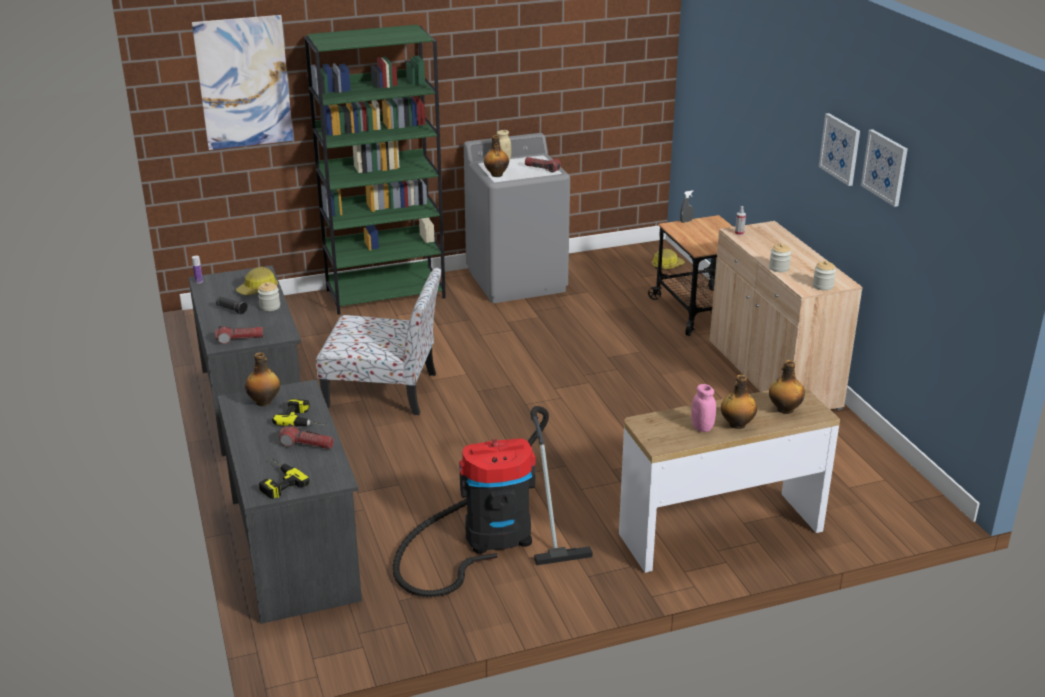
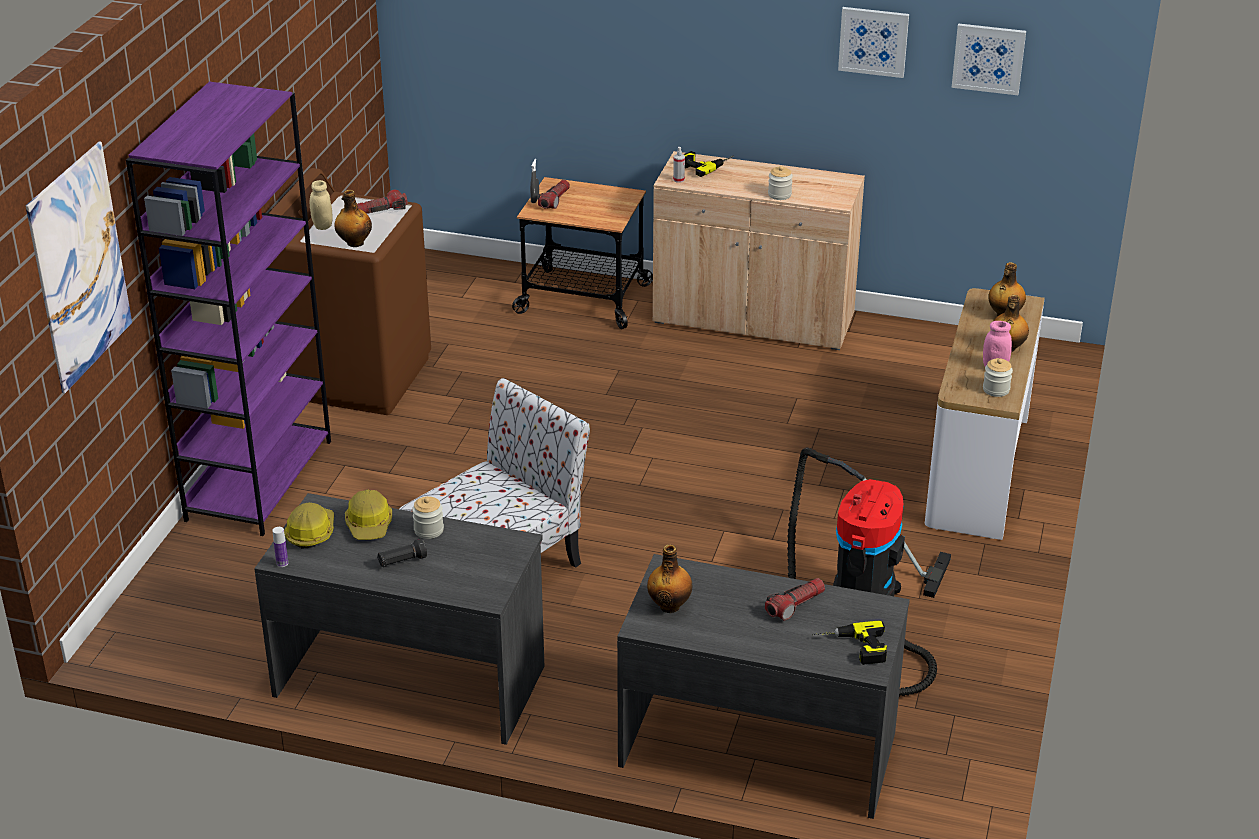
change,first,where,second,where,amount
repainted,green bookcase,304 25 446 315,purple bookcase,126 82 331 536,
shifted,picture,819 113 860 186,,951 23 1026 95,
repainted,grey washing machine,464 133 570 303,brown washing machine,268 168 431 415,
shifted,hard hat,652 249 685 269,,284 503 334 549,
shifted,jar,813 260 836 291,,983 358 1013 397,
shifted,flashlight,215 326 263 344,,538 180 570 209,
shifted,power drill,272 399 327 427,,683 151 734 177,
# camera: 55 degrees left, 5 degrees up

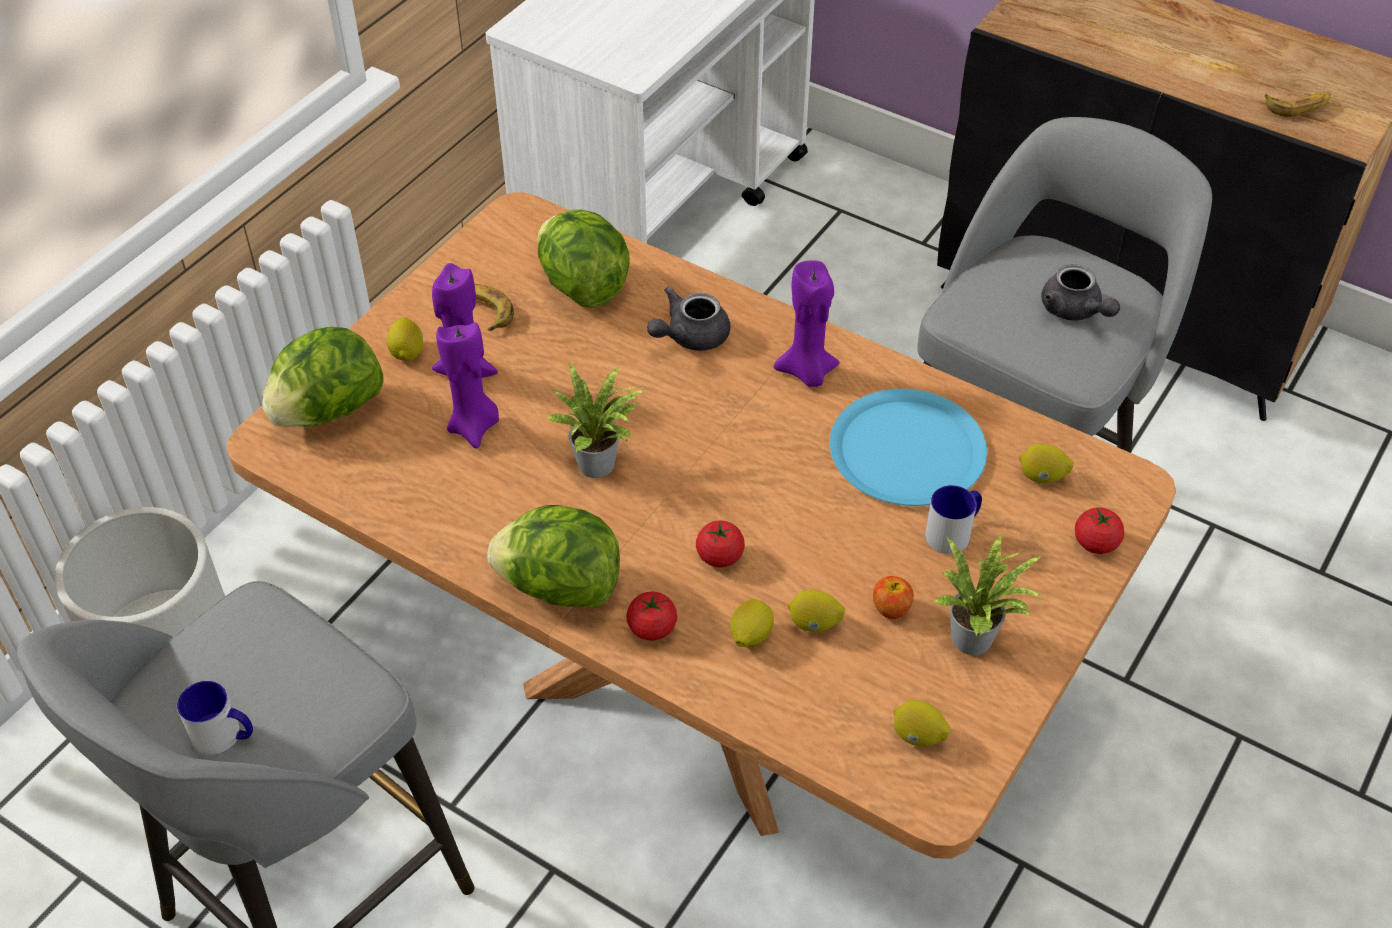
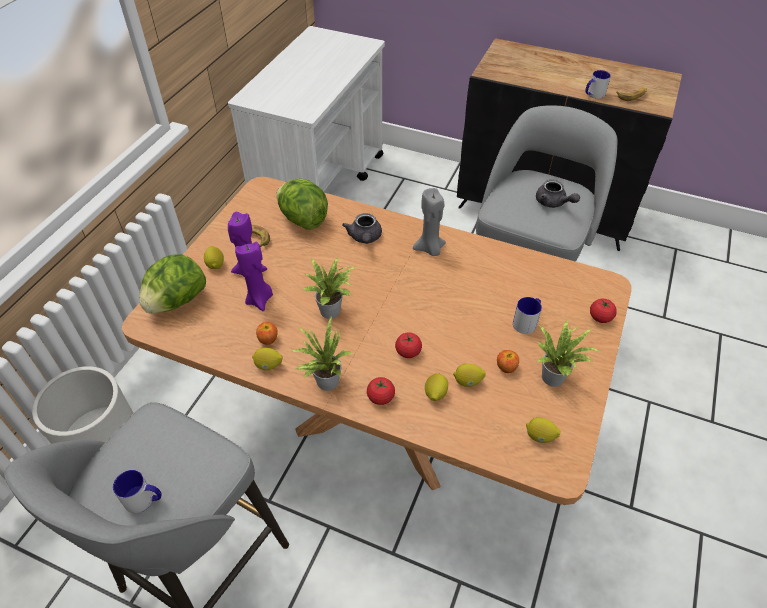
change,first,where,second,where,amount
repainted,purple candle,774 261 840 387,grey candle,413 188 446 256,
rotated,grey teapot,647 287 730 351,,342 213 382 244,45 degrees counterclockwise
gone,blue plate,830 389 987 506,,,
shifted,lemon,1019 444 1074 483,,252 348 283 370,
swapped,lettuce,487 505 620 608,potted plant,290 315 352 391,
new,,,mug,585 70 611 99,
new,,,apple,256 322 278 345,
# camera: 10 degrees left, 0 degrees up

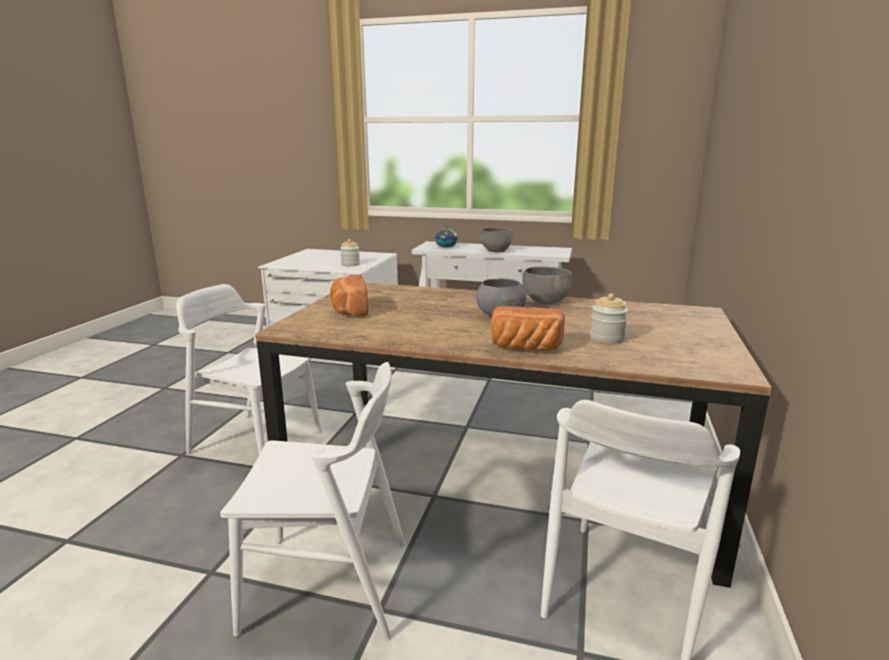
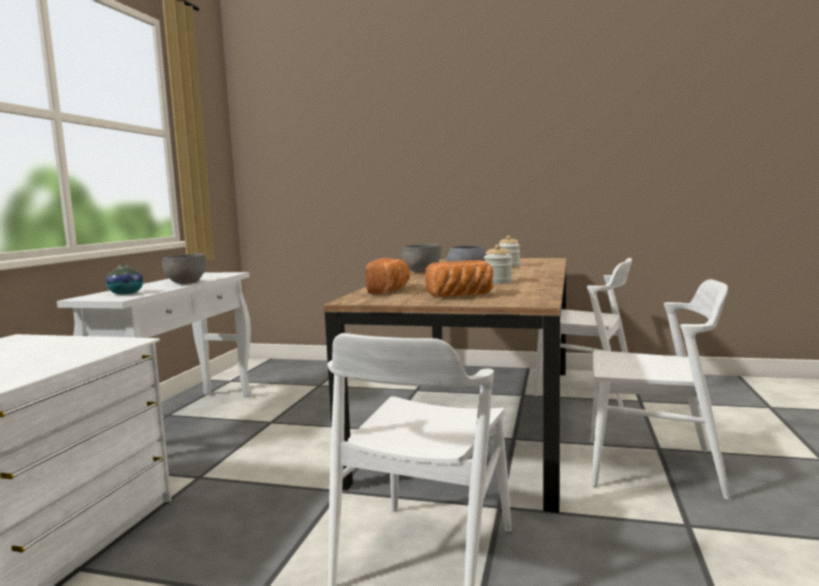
change,first,where,second,where,amount
shifted,jar,340 239 360 266,,484 244 512 284,
shifted,bread,491 306 565 351,,365 258 410 294,
rotated,white chair,220 362 405 640,,591 279 730 500,105 degrees clockwise
# camera: 90 degrees left, 10 degrees down

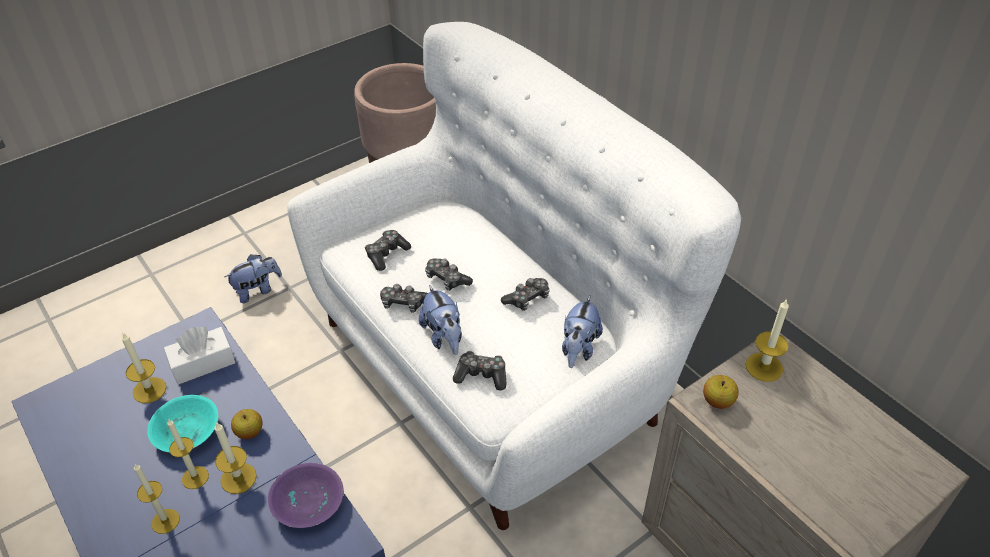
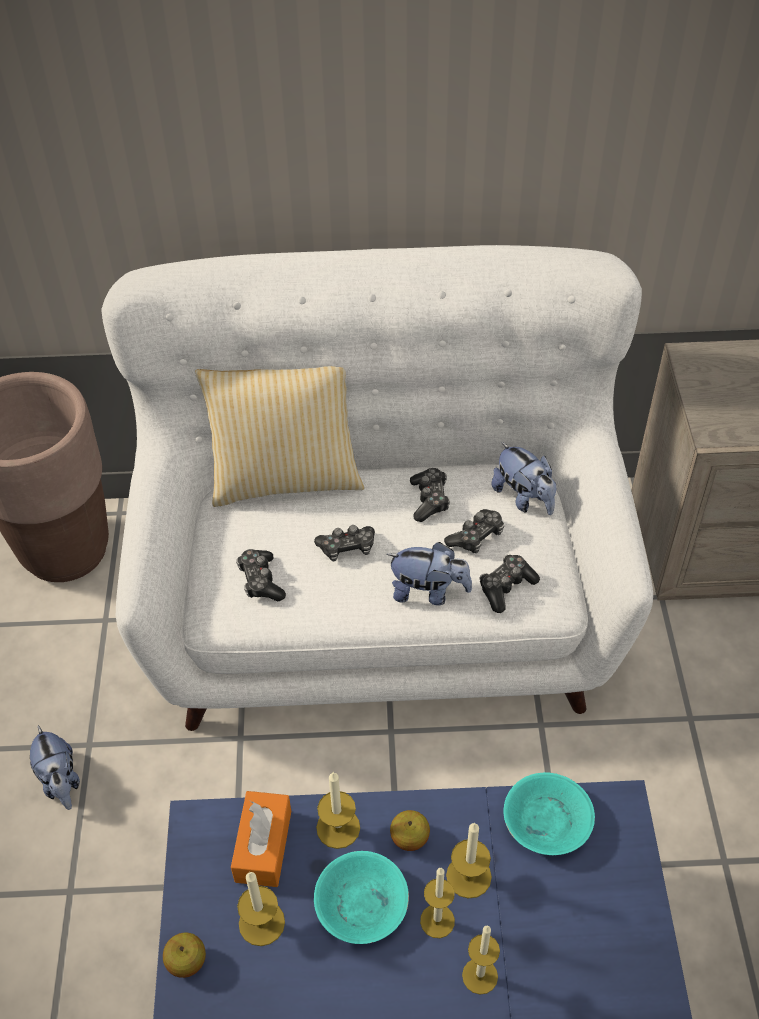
change,first,where,second,where,amount
rotated,plush toy,225 254 282 303,,30 725 80 810,150 degrees clockwise
shifted,game controller,380 284 428 313,,444 509 504 553,
shifted,candle,745 298 789 382,,316 772 360 849,
repainted,white tissue box,164 326 236 385,orange tissue box,231 791 291 887,
shifted,apple,703 375 738 409,,163 932 206 978,
repainted,purple bowl,268 463 344 528,turquoise bowl,504 772 595 855,
new,,,pillow,195 366 364 507,
# camera: 55 degrees left, 5 degrees up

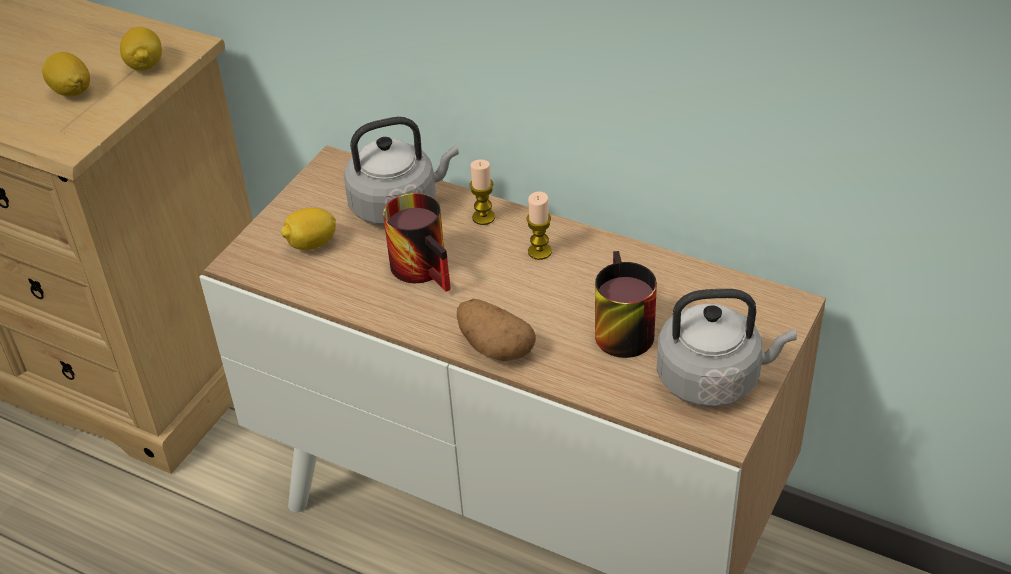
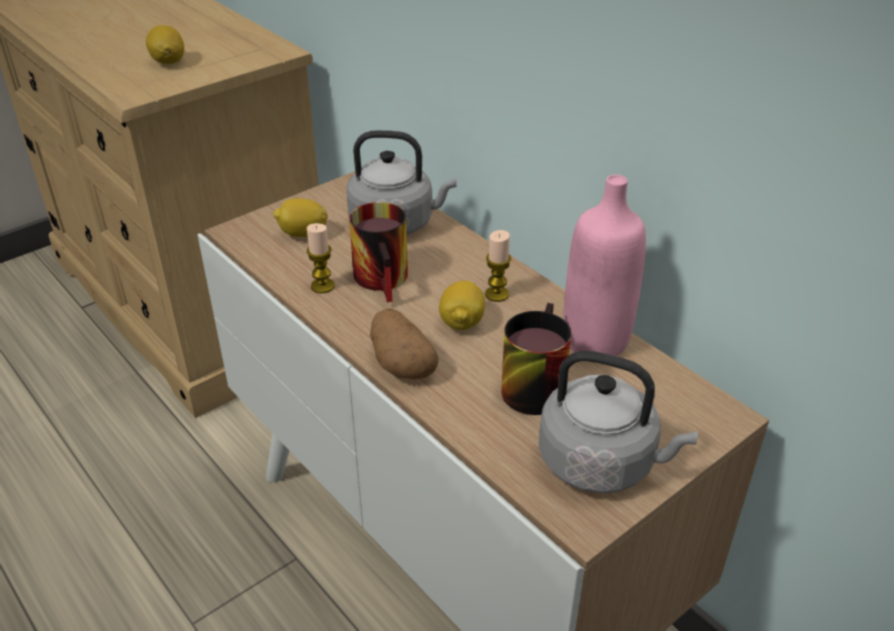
change,first,where,second,where,amount
shifted,lemon,120 27 162 70,,439 281 485 330,
shifted,candle,469 159 495 225,,307 223 335 293,
new,,,pink bottle,563 174 646 356,
# camera: 20 degrees right, 5 degrees down

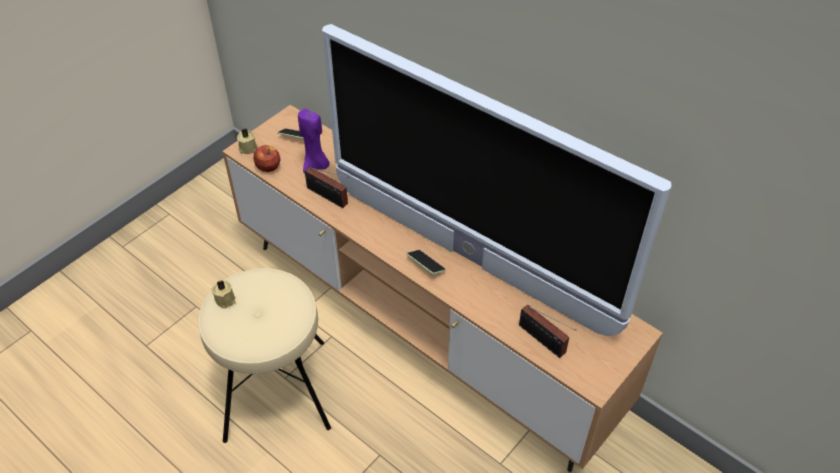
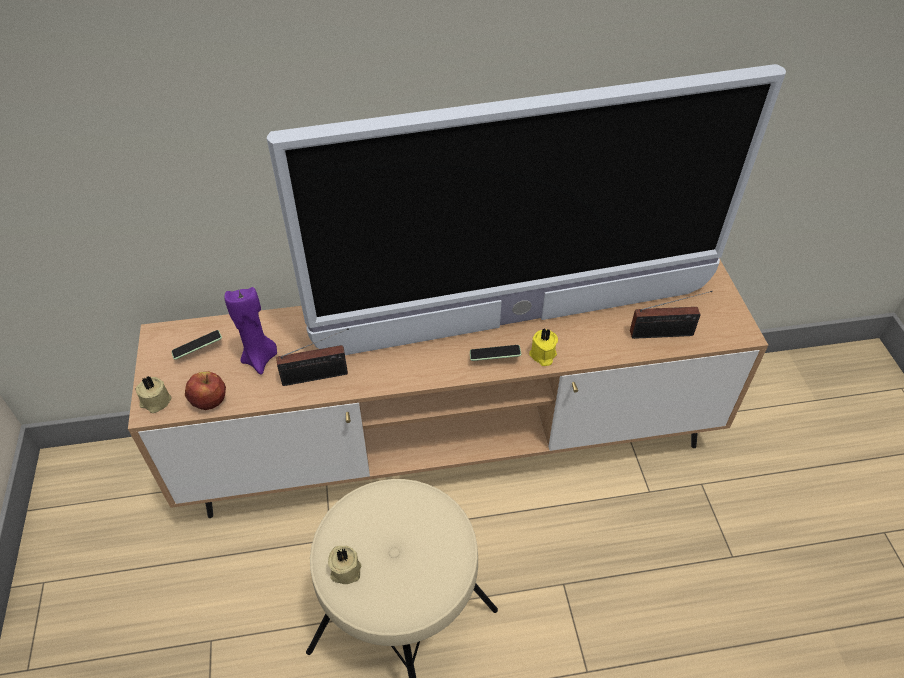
change,first,where,second,where,amount
new,,,yellow candle,529 328 558 366,
# camera: 50 degrees left, 0 degrees up

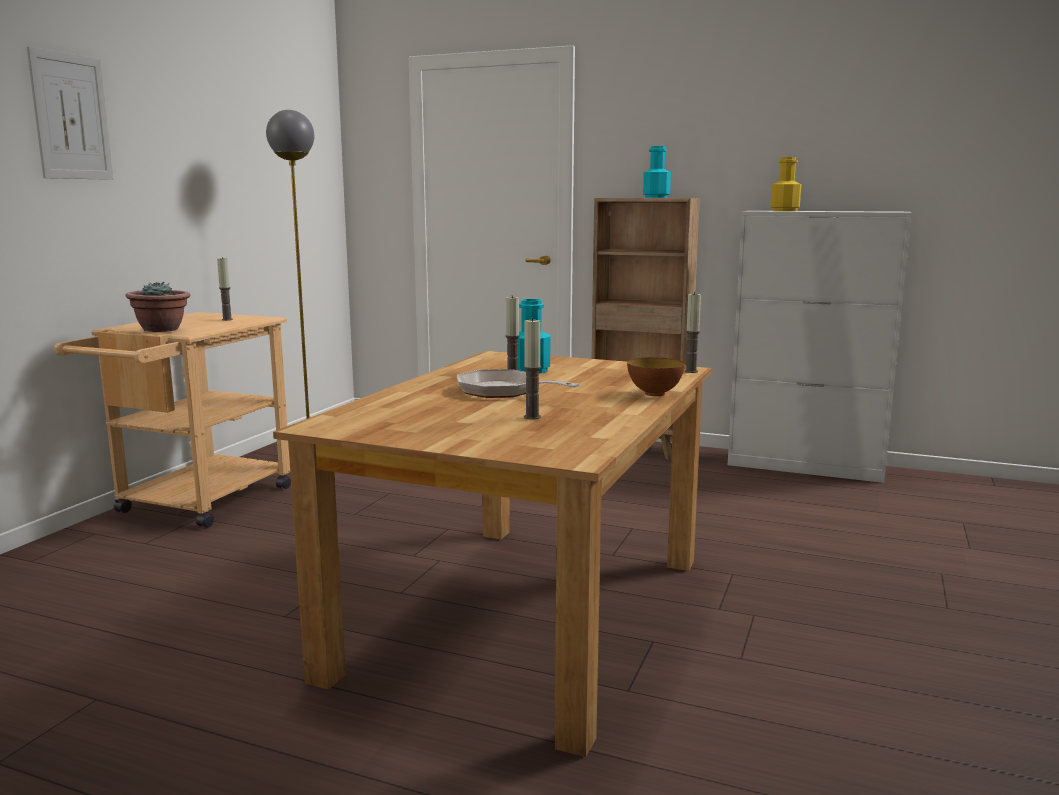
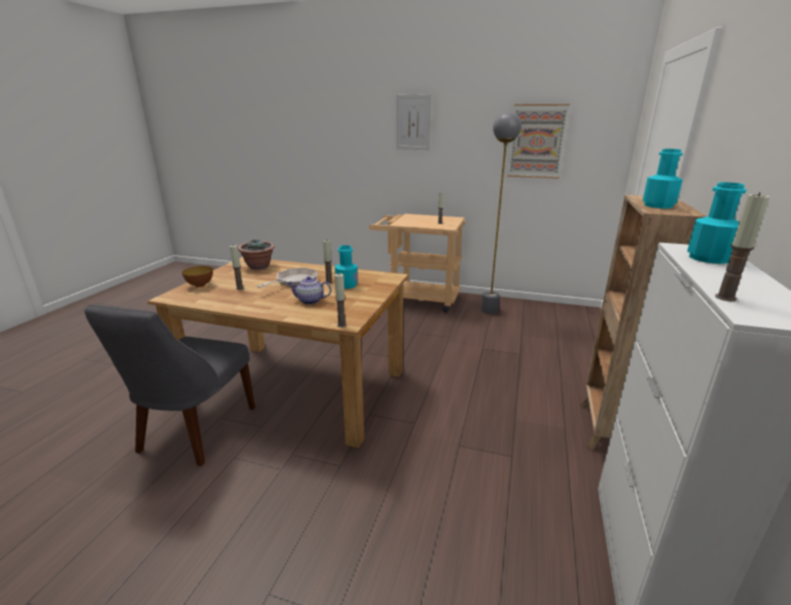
change,first,where,second,where,amount
repainted,yellow bottle,770 157 801 211,turquoise bottle,687 182 747 264,
shifted,potted plant,126 281 190 332,,238 240 275 270,
shifted,bowl,627 357 685 396,,182 266 213 288,
new,,,picture,507 104 570 179,
new,,,candle,715 192 770 301,
new,,,teapot,288 276 332 305,
new,,,grey chair,85 305 255 466,
# camera: 85 degrees right, 10 degrees up

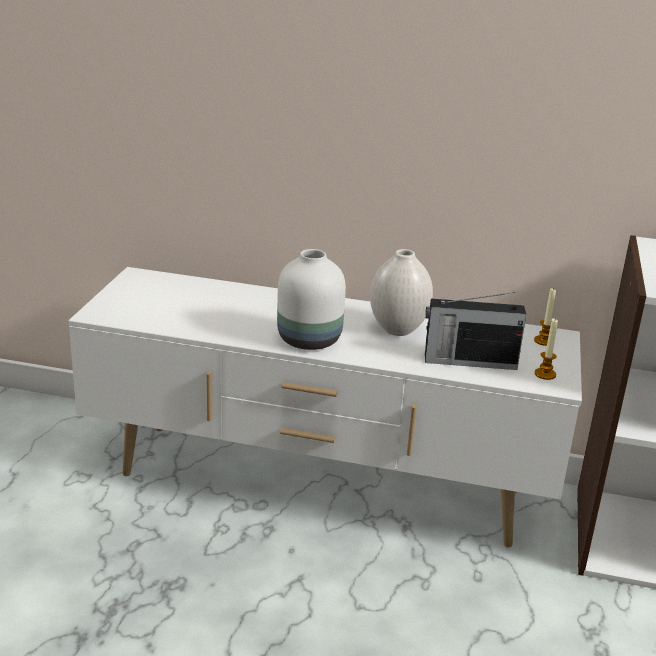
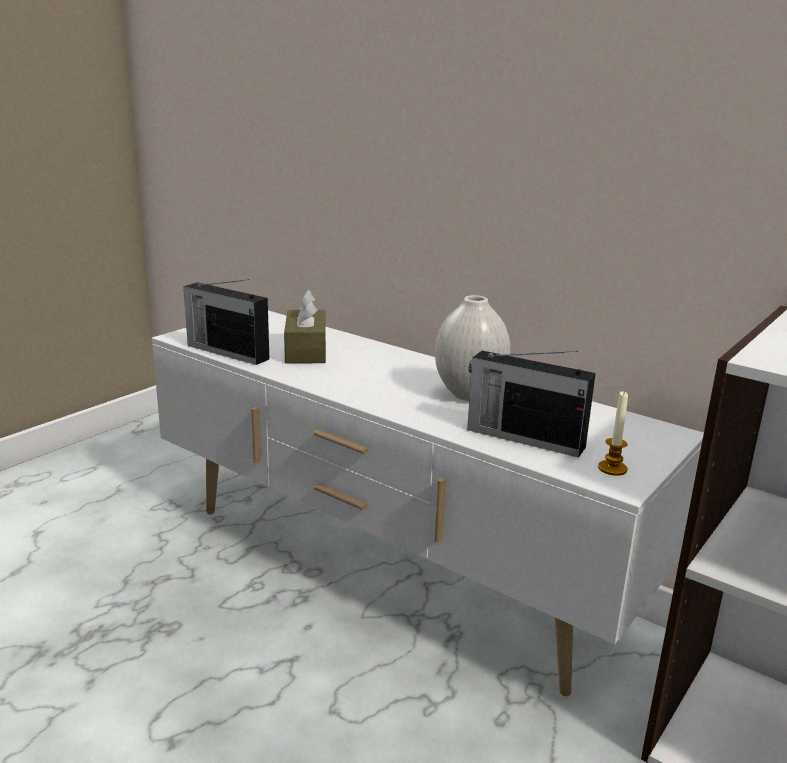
change,first,where,second,where,amount
gone,white vase,277 249 346 350,,,
gone,candle,534 287 556 346,,,
new,,,radio,183 279 269 365,
new,,,brown tissue box,284 290 326 363,
# camera: 25 degrees right, 5 degrees down

